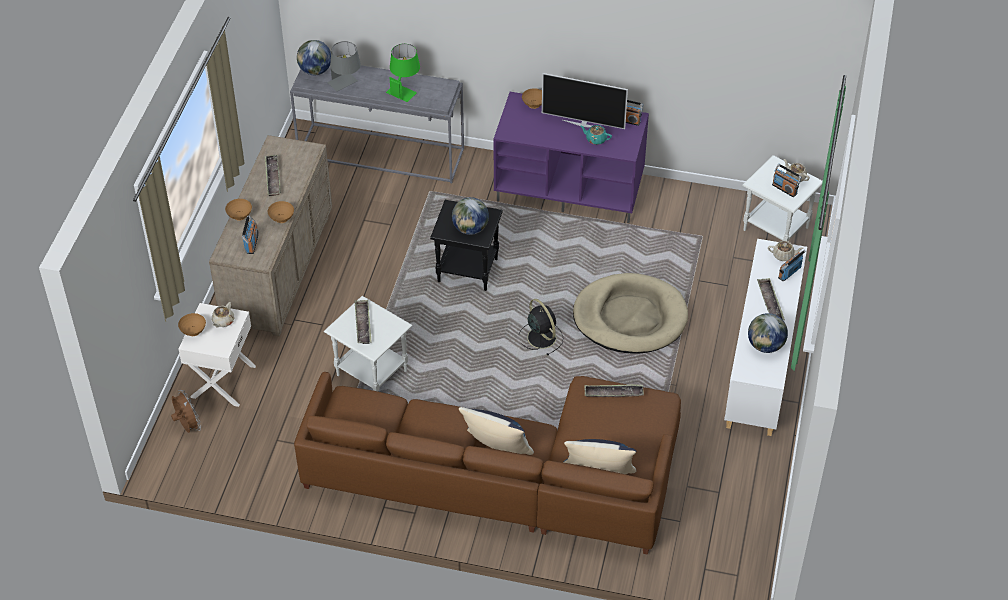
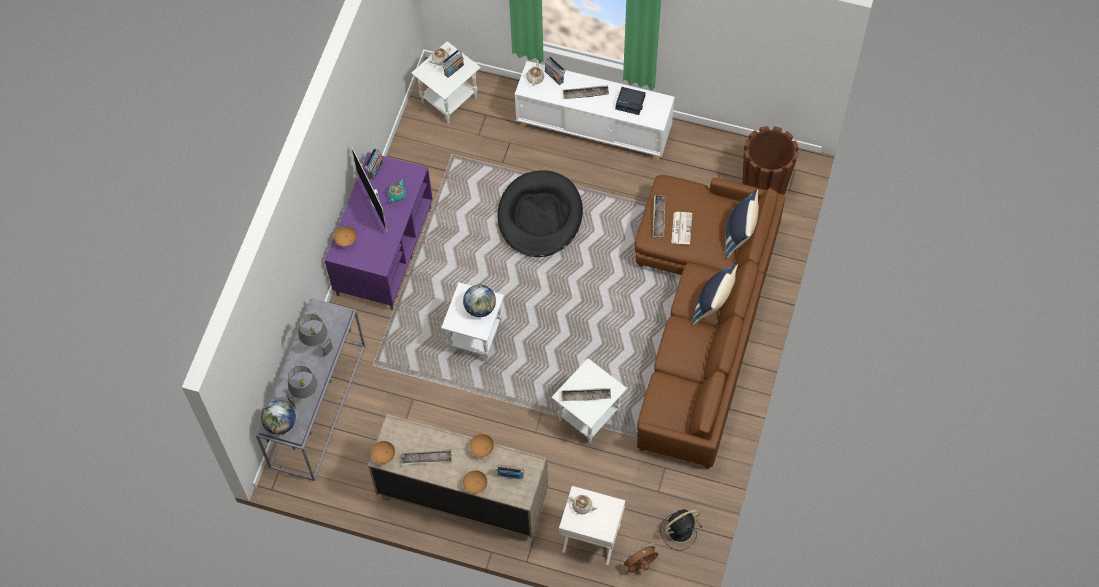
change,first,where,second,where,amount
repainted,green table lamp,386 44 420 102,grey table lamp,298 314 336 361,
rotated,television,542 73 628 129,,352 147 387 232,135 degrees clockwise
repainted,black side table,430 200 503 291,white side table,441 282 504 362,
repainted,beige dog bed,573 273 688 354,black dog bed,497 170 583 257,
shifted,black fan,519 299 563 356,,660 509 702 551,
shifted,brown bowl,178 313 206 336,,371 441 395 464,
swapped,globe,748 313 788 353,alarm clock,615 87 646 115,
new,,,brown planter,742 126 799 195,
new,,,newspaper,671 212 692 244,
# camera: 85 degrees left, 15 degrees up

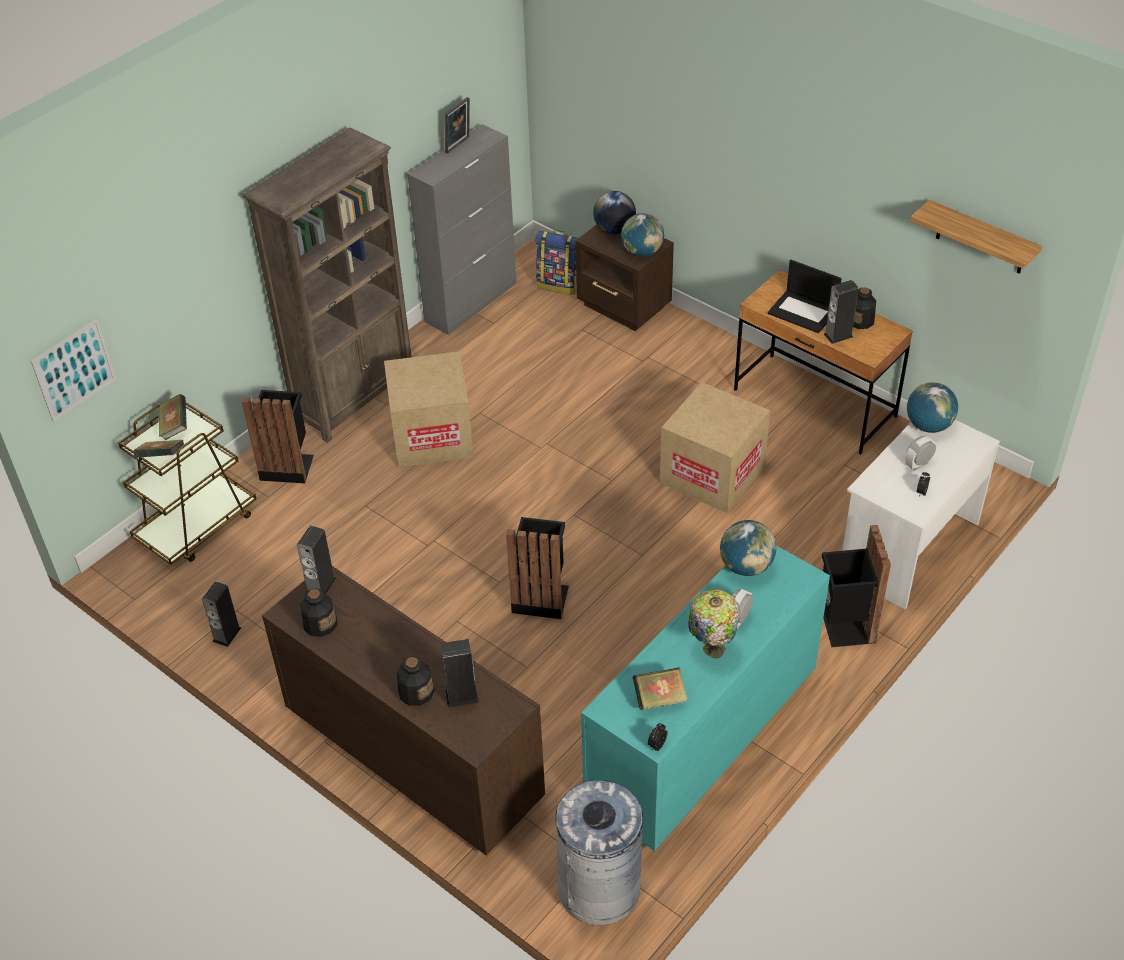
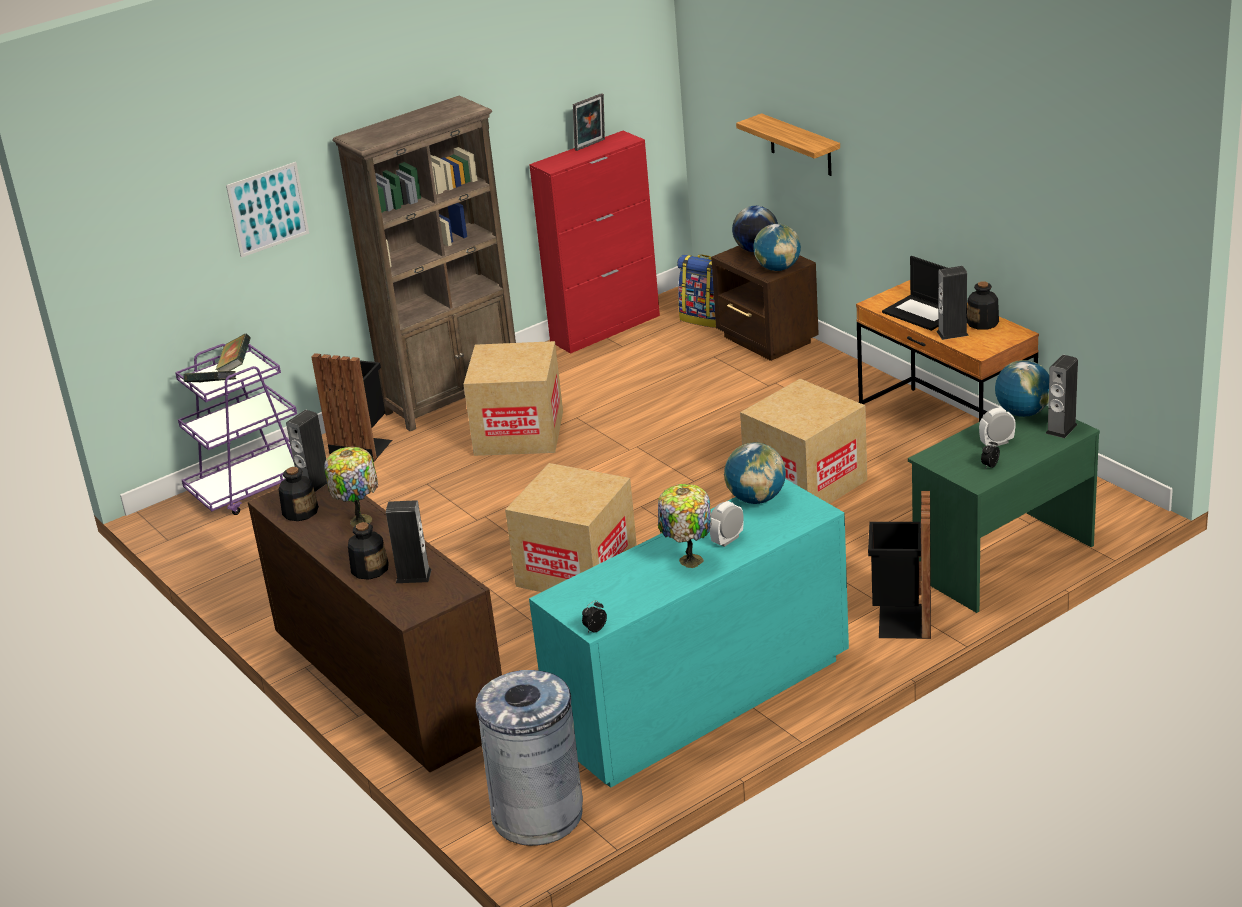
change,first,where,second,where,amount
repainted,grey cabinet,407 124 516 335,red cabinet,529 131 660 354,
shifted,shelf,910 200 1042 274,,736 113 840 176,
shifted,picture,31 319 116 422,,226 162 309 258,
repainted,brown cart,118 402 257 565,purple cart,175 344 297 515,
repainted,white desk,842 420 1000 609,green desk,908 406 1100 613,
swapped,black trash can,506 517 569 619,cardboard box,505 463 637 592,
shifted,speaker,202 582 241 647,,1046 355 1078 438,
gone,book,633 667 688 710,,,
new,,,table lamp,324 447 378 527,
# camera: 15 degrees right, 15 degrees down

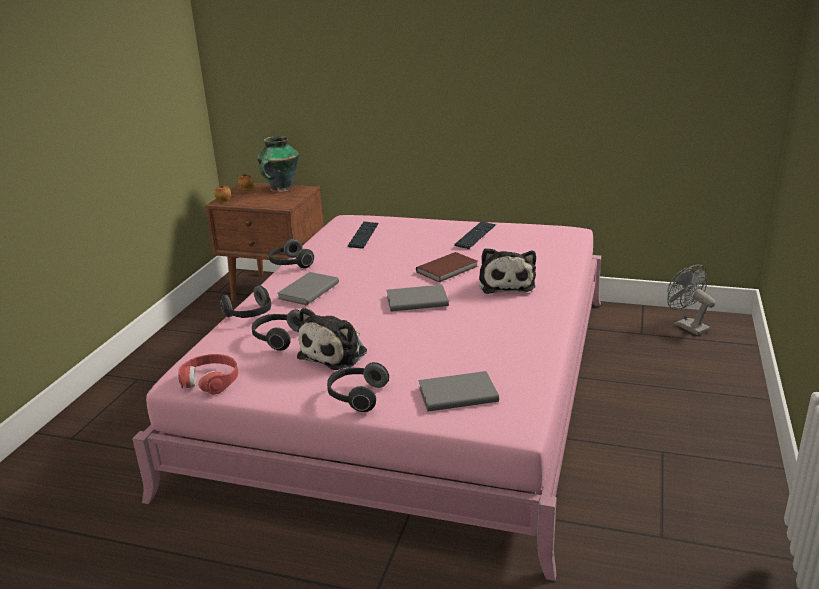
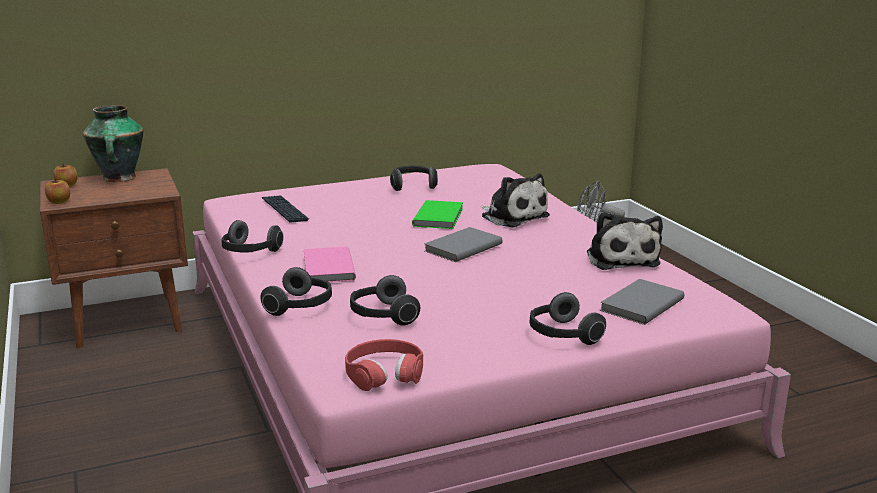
change,first,where,second,where,amount
swapped,keyboard,454 221 496 249,headphones,390 165 438 191,
repainted,brown book,416 252 478 283,green book,412 200 463 229,
repainted,grey book,277 272 339 306,pink book,304 246 356 282,
shifted,plush toy,297 307 367 370,,587 212 663 270,
# camera: 40 degrees left, 5 degrees down

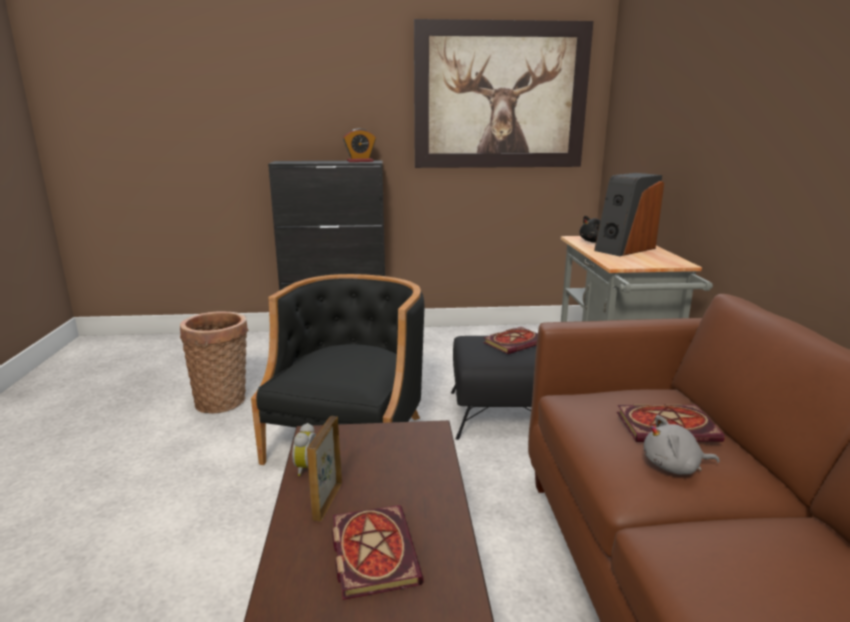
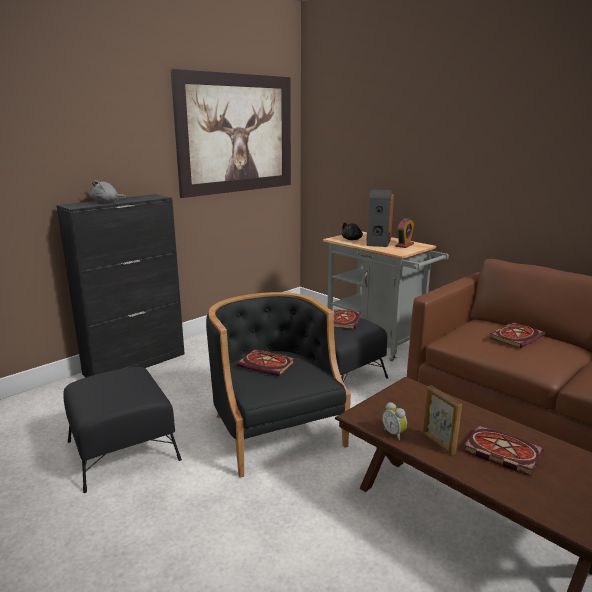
change,first,where,second,where,amount
shifted,alarm clock,343 128 376 162,,395 218 414 248,
swapped,basket,180 312 249 414,black ottoman,63 367 182 493,
shifted,grey plush toy,644 415 720 475,,92 180 126 202,
new,,,book,237 349 295 376,
# camera: 40 degrees left, 0 degrees up

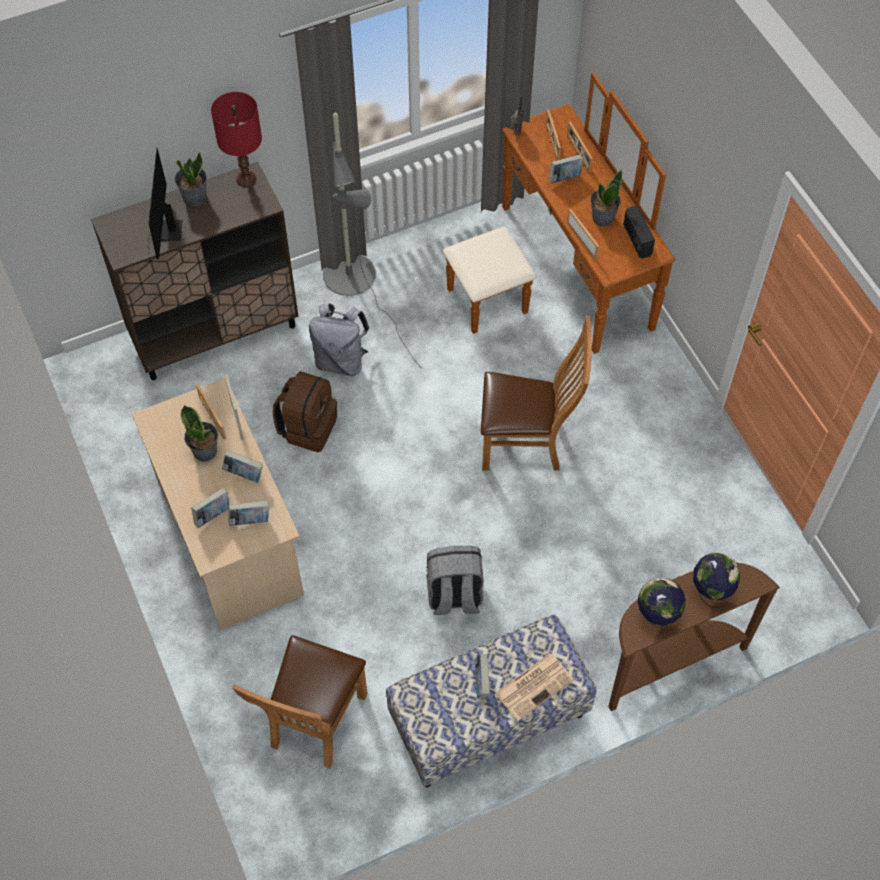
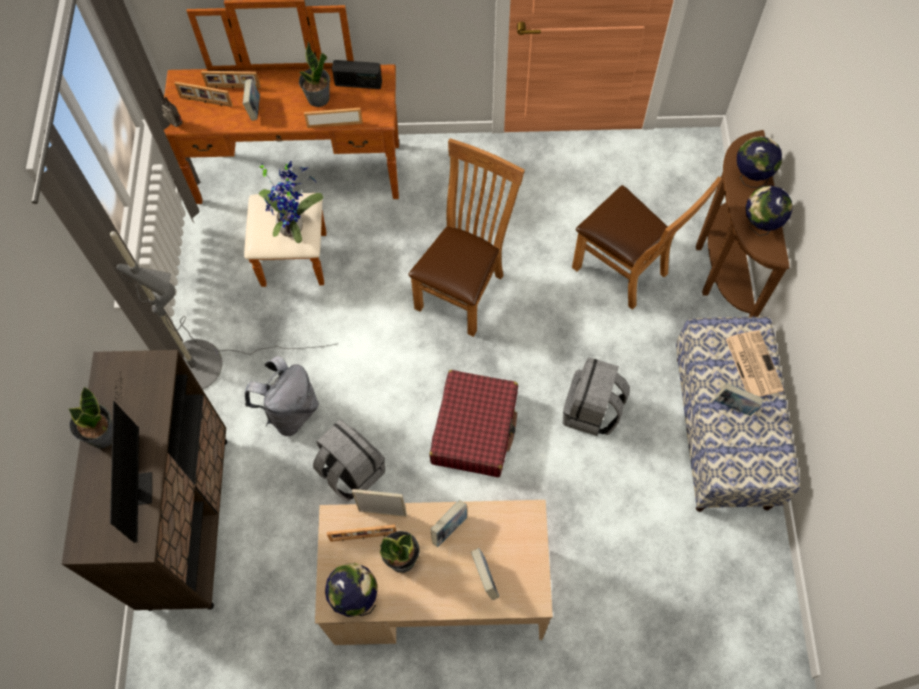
change,first,where,second,where,amount
gone,red table lamp,211 92 262 187,,,
rotated,monitor,147 148 182 259,,110 370 152 543,120 degrees counterclockwise
repainted,brown backpack,273 371 337 452,grey backpack,313 419 385 501,
gone,book,228 500 269 526,,,
shifted,brown chair,232 635 367 769,,572 176 722 310,
new,,,potted plant,258 161 324 243,
new,,,red suitcase,429 370 518 477,
new,,,globe,325 563 378 617,
# camera: 65 degrees left, 5 degrees up

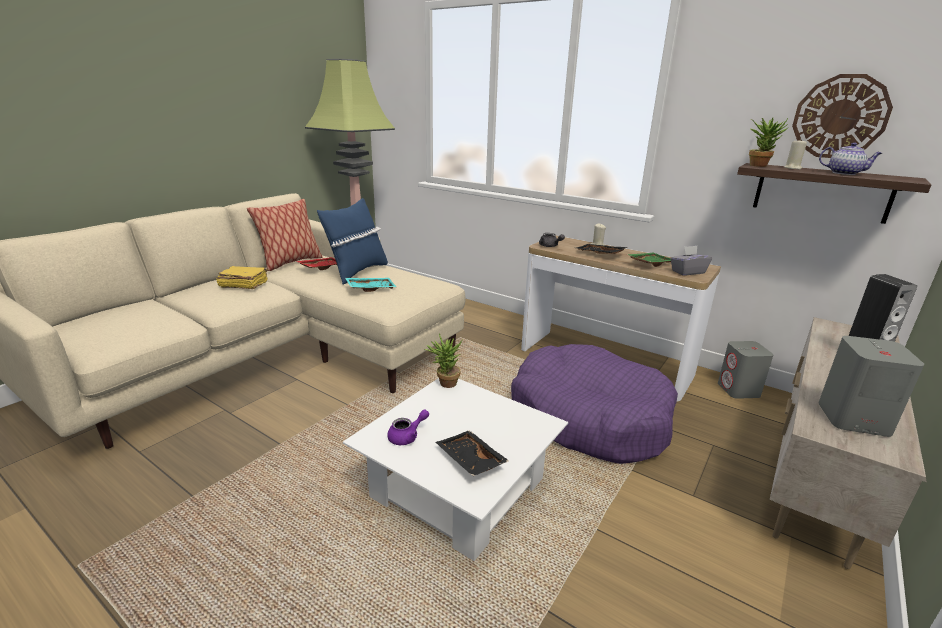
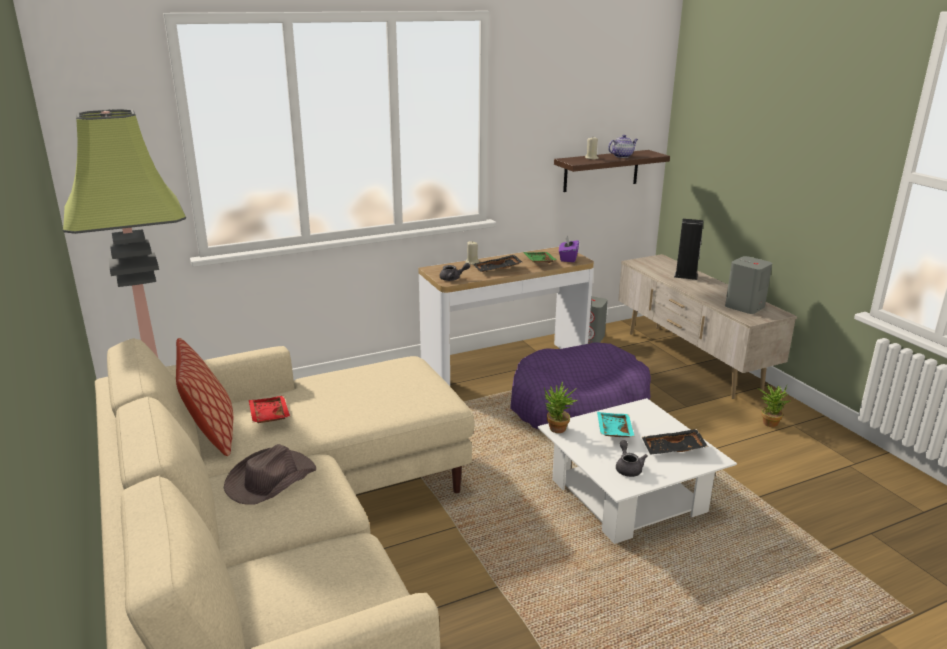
change,first,where,second,where,amount
gone,wall clock,792 74 893 158,,,
shifted,potted plant,749 118 788 167,,757 384 790 427,
gone,blue pillow,317 198 388 285,,,
repainted,grey tissue box,670 246 712 275,purple tissue box,559 235 579 262,
swapped,yellow book,216 266 268 289,brown hat,224 444 316 505,
shifted,turquoise tray,345 278 396 292,,597 412 635 437,
repainted,purple teapot,387 410 429 445,grey teapot,616 440 648 477,
# camera: 60 degrees left, 0 degrees up

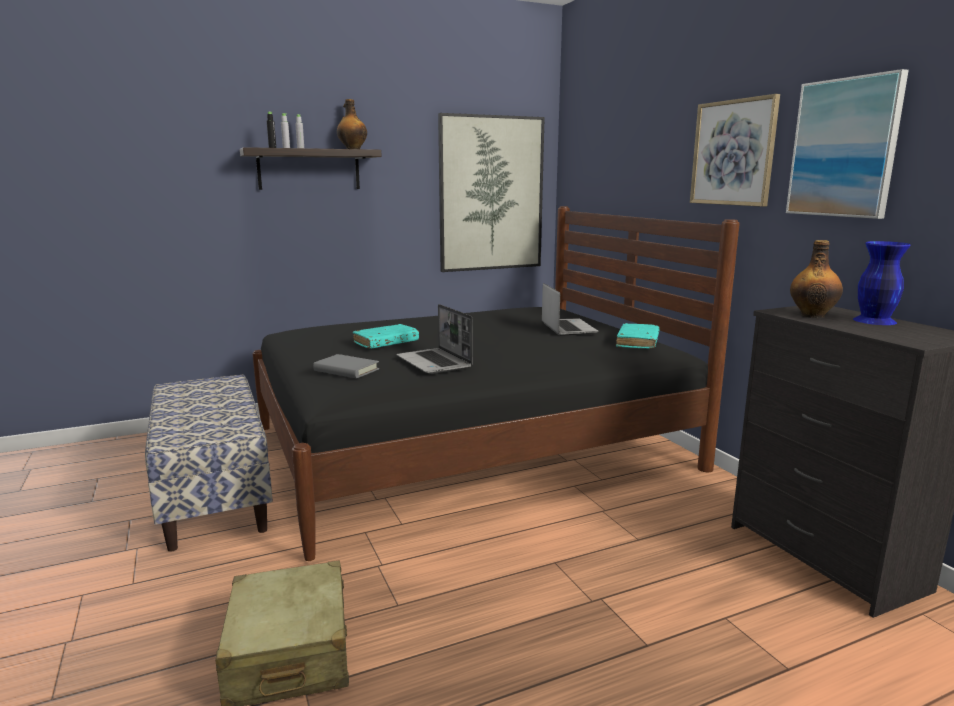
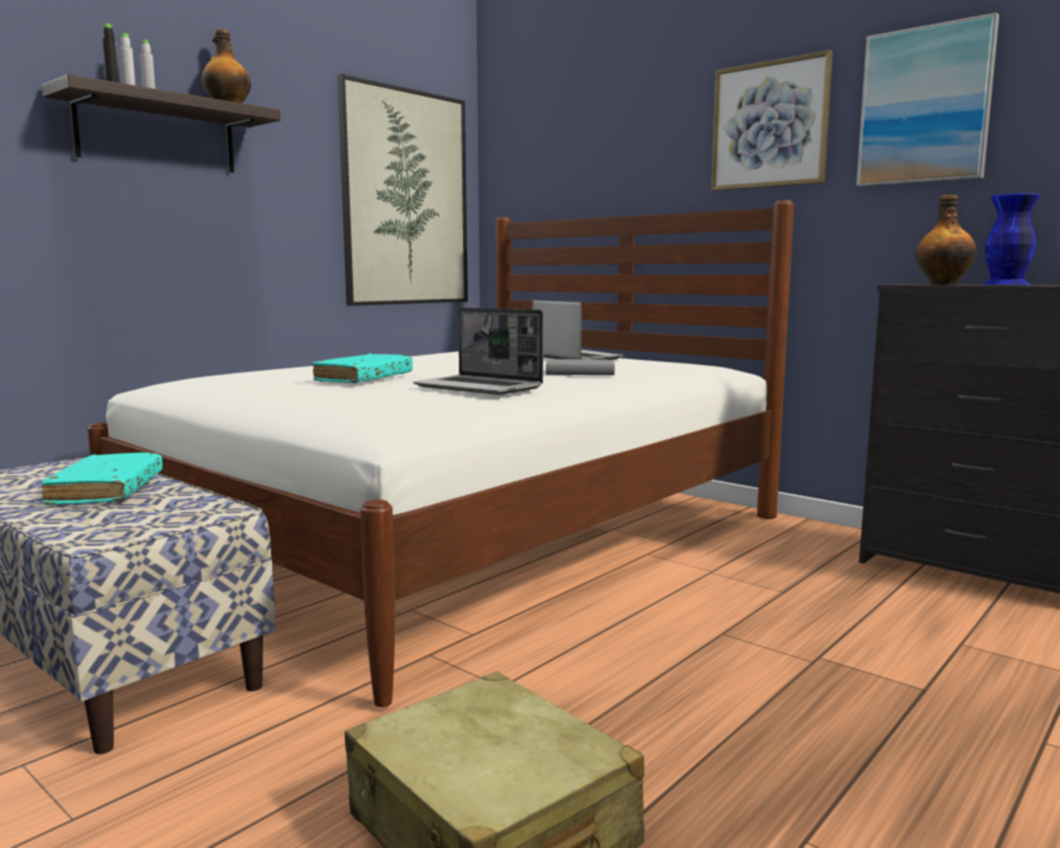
change,first,where,second,where,amount
repainted,black bed,253 206 740 561,white bed,87 200 794 707,
shifted,turquoise book,616 323 660 349,,41 452 162 505,
shifted,grey book,313 354 379 378,,546 359 615 375,
# camera: 25 degrees left, 5 degrees down

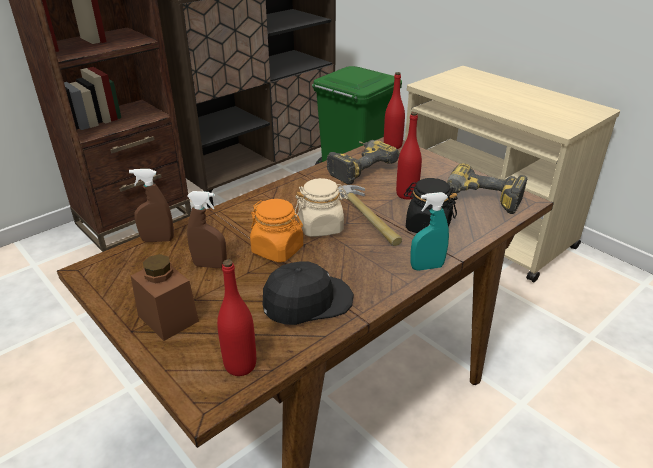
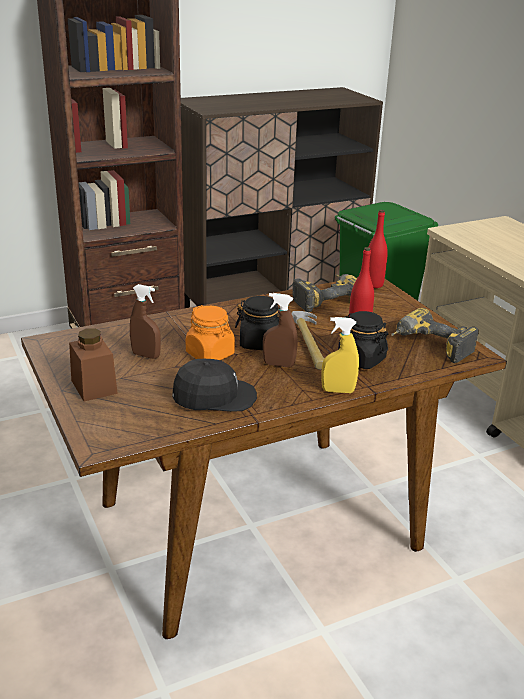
change,first,where,second,where,amount
shifted,brown spray bottle,129 169 174 242,,263 293 297 367,
repainted,beige jar,295 178 348 237,black jar,235 296 280 350,
repainted,turquoise spray bottle,410 192 449 271,yellow spray bottle,321 317 359 393,
gone,red bottle,217 260 256 376,,,
# camera: 15 degrees right, 5 degrees down

